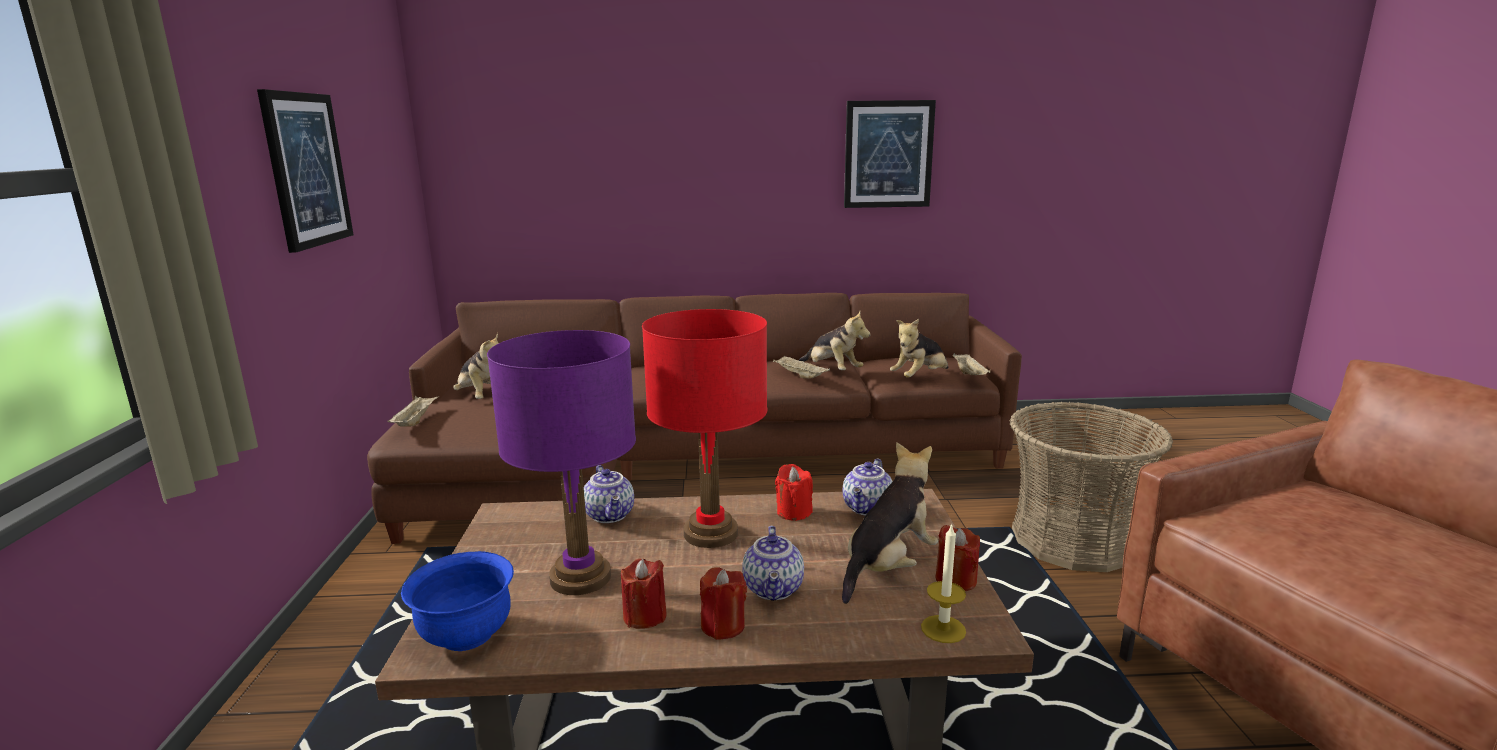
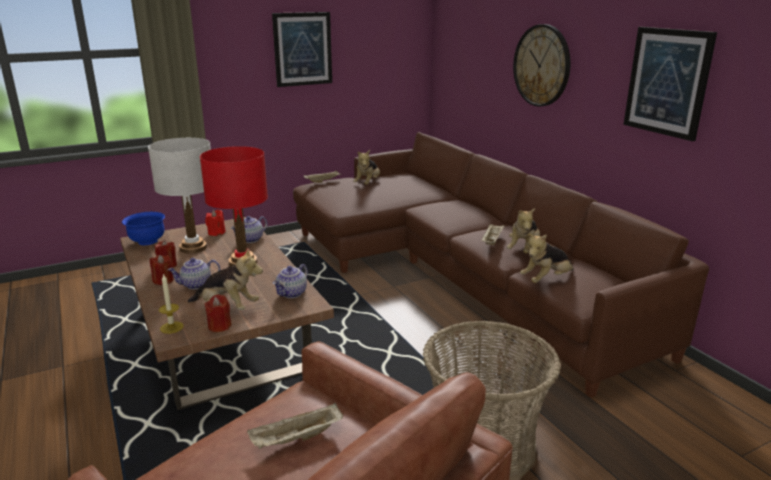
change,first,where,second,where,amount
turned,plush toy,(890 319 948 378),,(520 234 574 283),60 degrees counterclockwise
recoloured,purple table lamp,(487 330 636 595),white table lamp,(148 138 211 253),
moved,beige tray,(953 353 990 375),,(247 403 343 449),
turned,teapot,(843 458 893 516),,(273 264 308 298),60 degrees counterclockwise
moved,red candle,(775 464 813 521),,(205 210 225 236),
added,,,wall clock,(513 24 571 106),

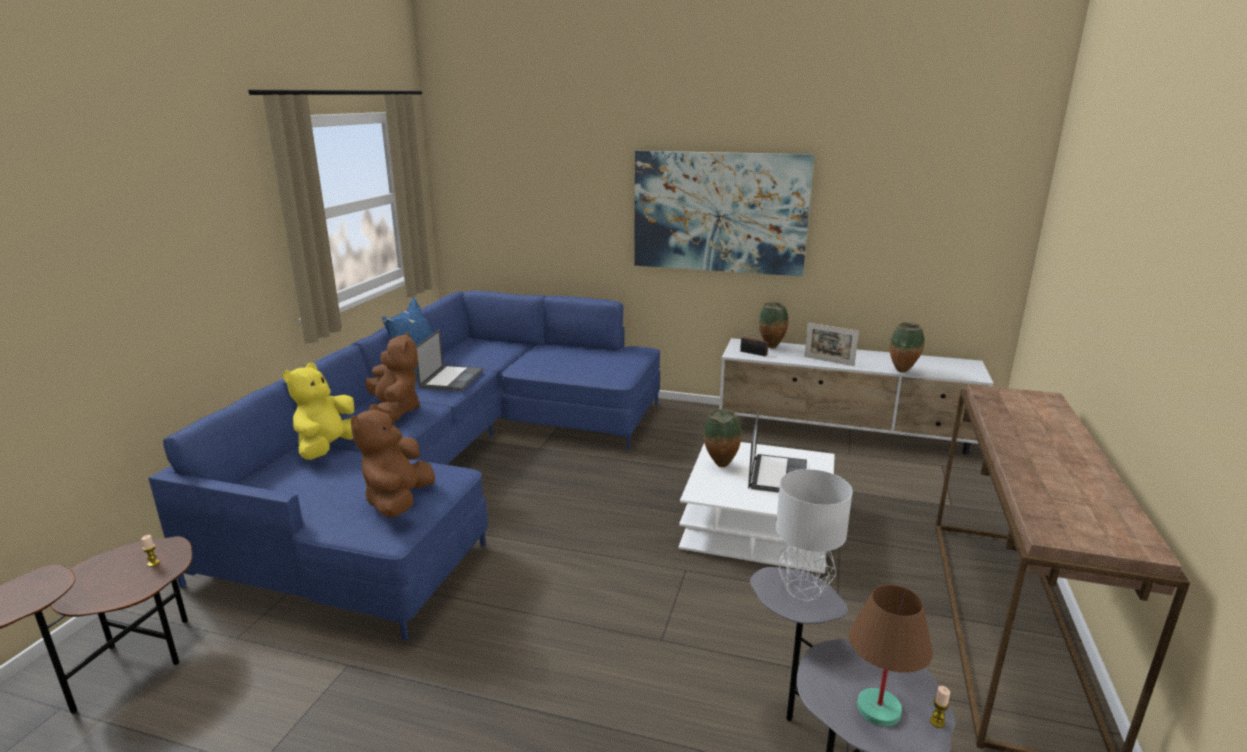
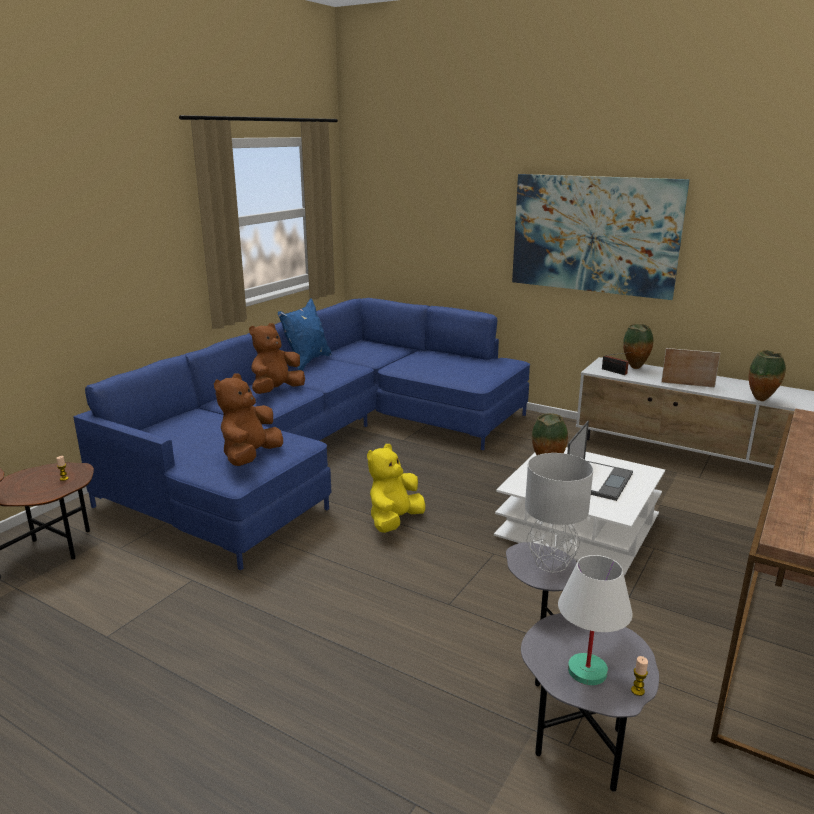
change,first,where,second,where,amount
turned,picture frame,(804 323 859 366),,(661 348 720 387),150 degrees clockwise
removed,laptop,(416 329 483 391),,,
turned,brown plush toy,(366 331 420 422),,(249 323 305 394),135 degrees counterclockwise
moved,yellow plush toy,(283 363 354 460),,(367 444 425 533),
recoloured,brown table lamp,(849 584 933 726),white table lamp,(558 555 633 685),

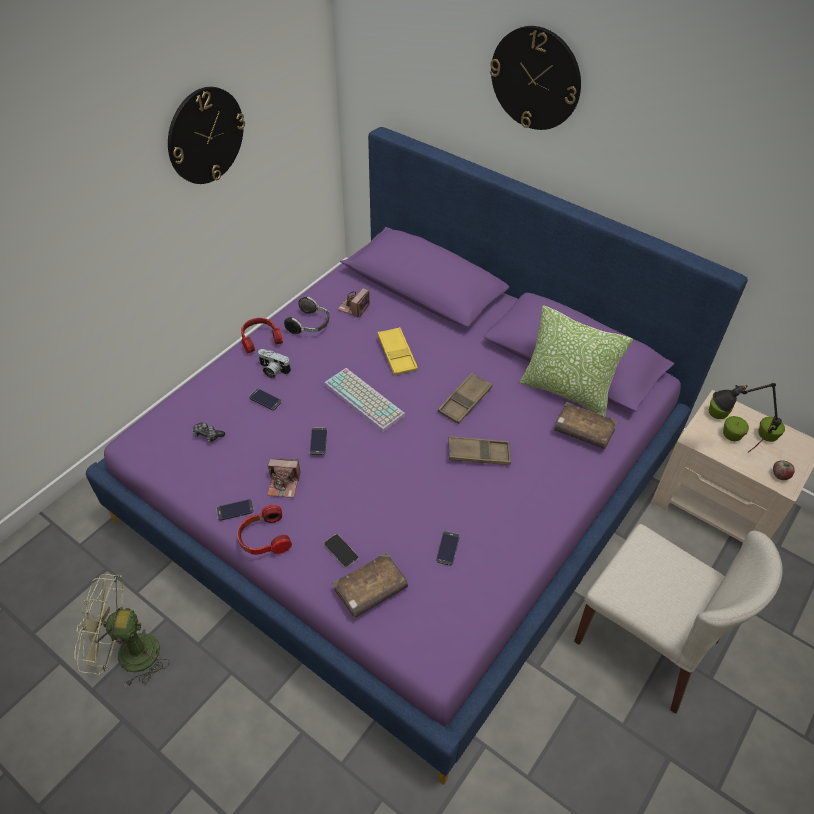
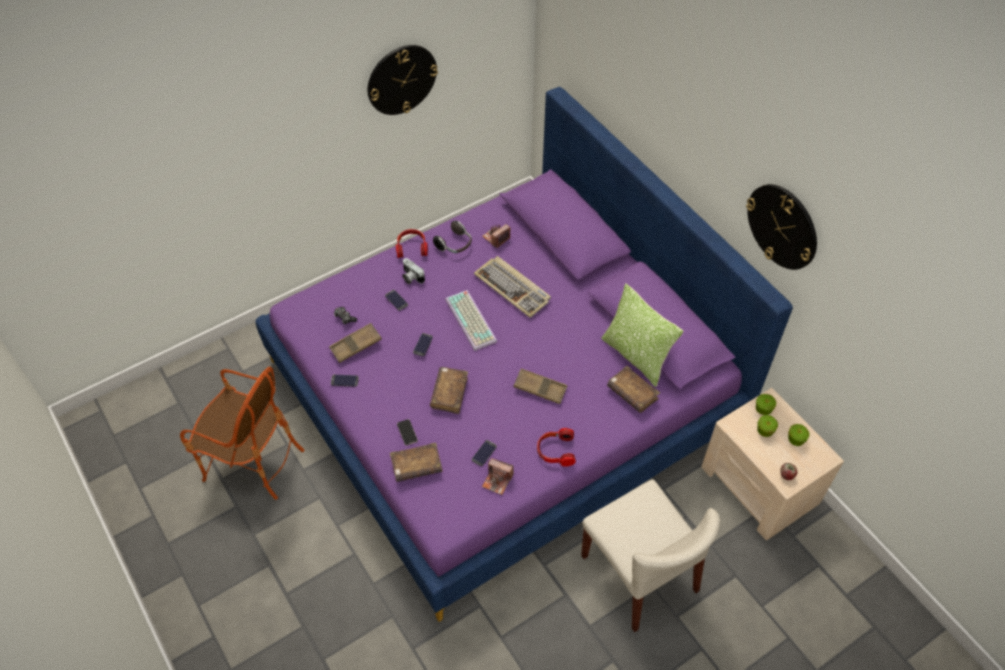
change,first,where,second,where,amount
moved,wall clock,(490 26 581 130),,(746 184 817 270),
replaced,yellow tray,(377 327 418 375),keyboard,(474 256 551 318),
moved,brown tray,(438 373 493 424),,(329 323 382 363),
removed,black table lamp,(713 383 782 453),,,
moved,photo camera,(267 459 300 498),,(482 458 514 495),
moved,headphones,(237 505 292 555),,(537 428 576 467),
replaced,green fan,(74 574 170 688),armchair,(180 366 305 500),
added,,,brown book,(430 367 468 414),

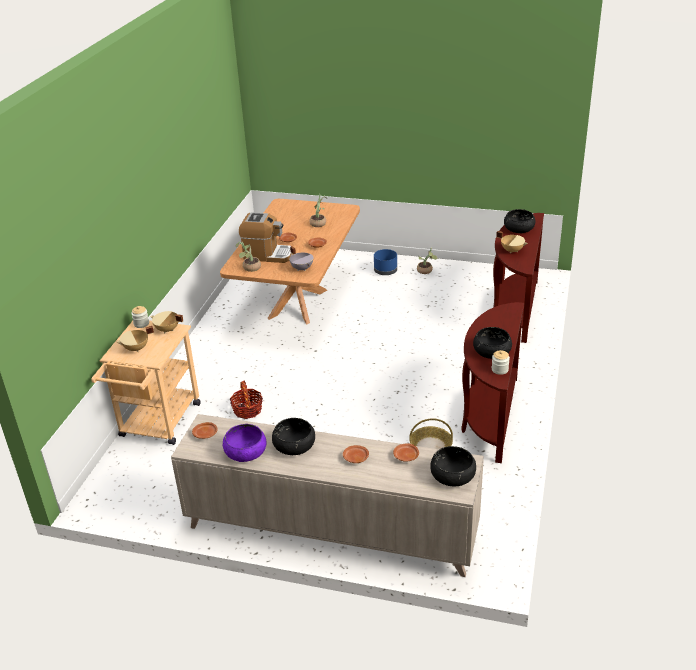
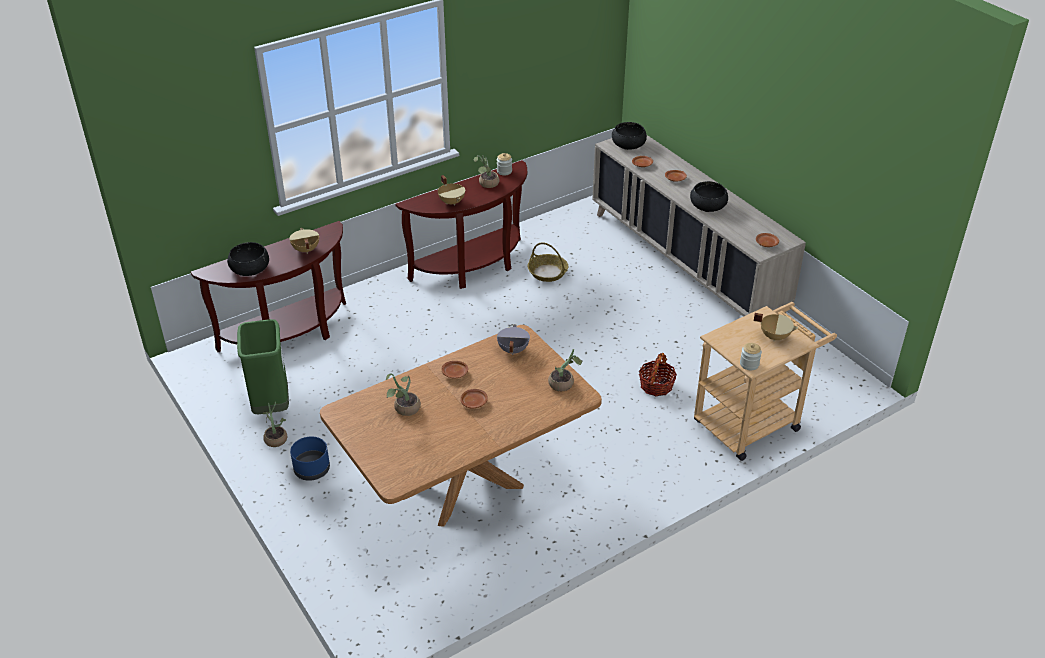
change,first,where,second,where,amount
removed,coffee machine,(239 213 293 263),,,
moved,beige cooking pot,(150 311 183 333),,(438 175 465 206),
replaced,black bowl,(473 327 512 359),potted plant,(474 155 499 188),
removed,purple bowl,(223 424 267 462),,,
added,,,green trash can,(237 319 289 414),

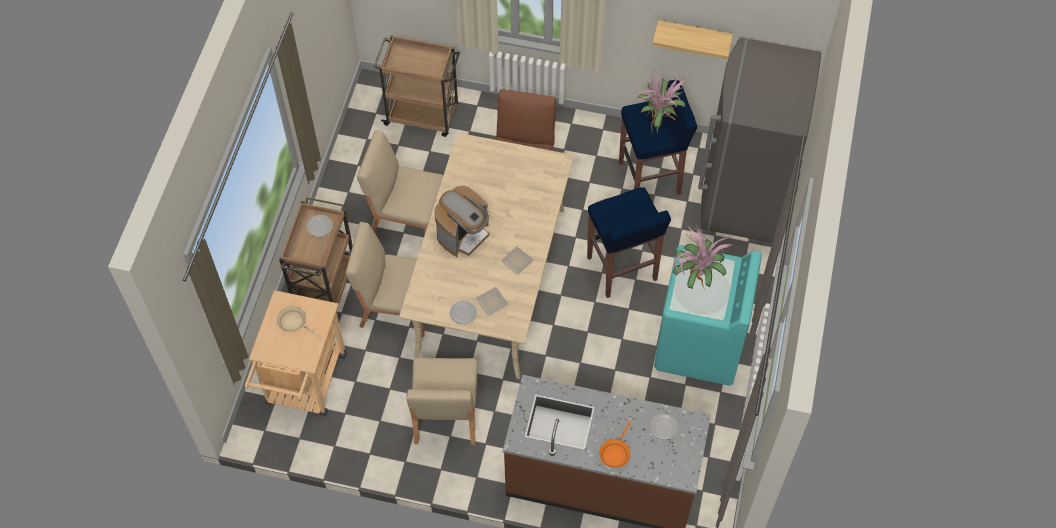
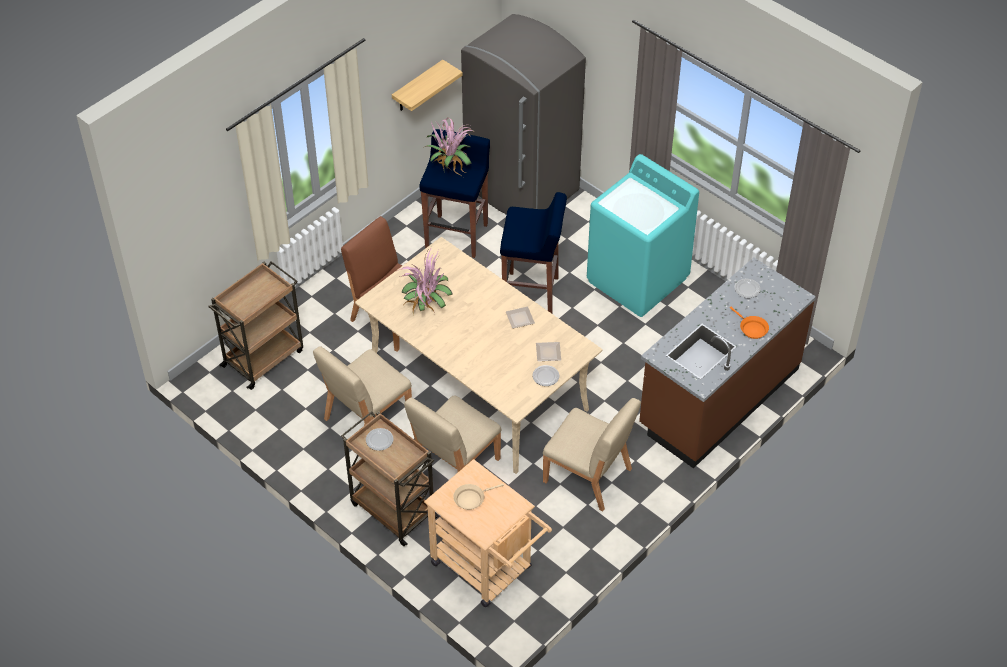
change,first,where,second,where,amount
removed,coffee machine,(434 186 489 257),,,
moved,potted plant,(672 226 732 290),,(397 247 453 315),

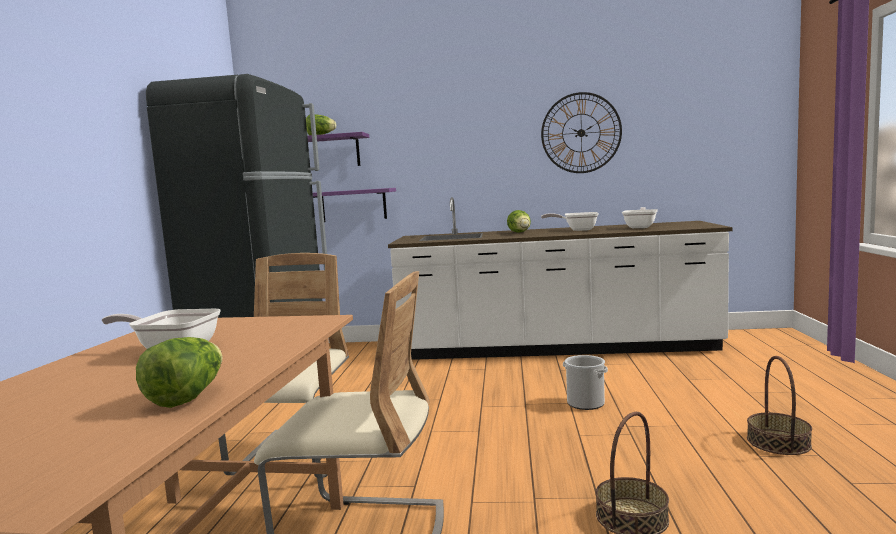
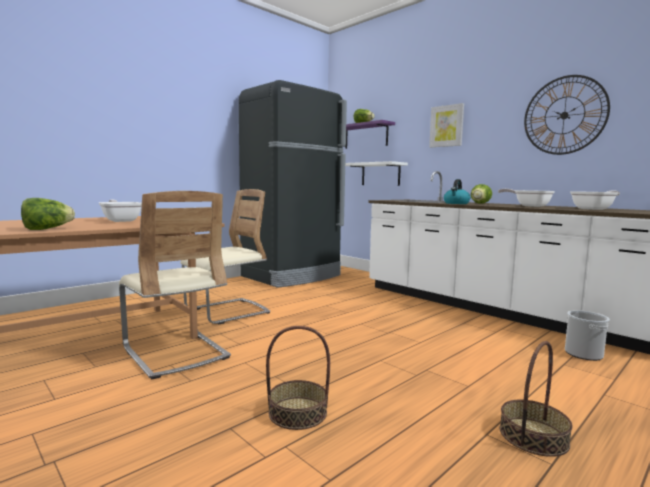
change,first,where,second,where,amount
recoloured,purple shelf,(313 188 396 222),white shelf,(345 161 408 186),
moved,bucket,(563 355 608 410),,(565 310 610 361),
added,,,picture,(429 103 464 147),
added,,,kettle,(444 179 470 204),

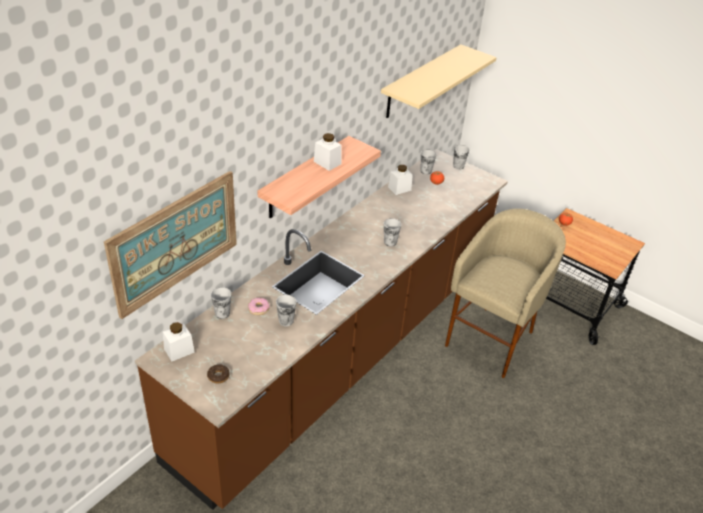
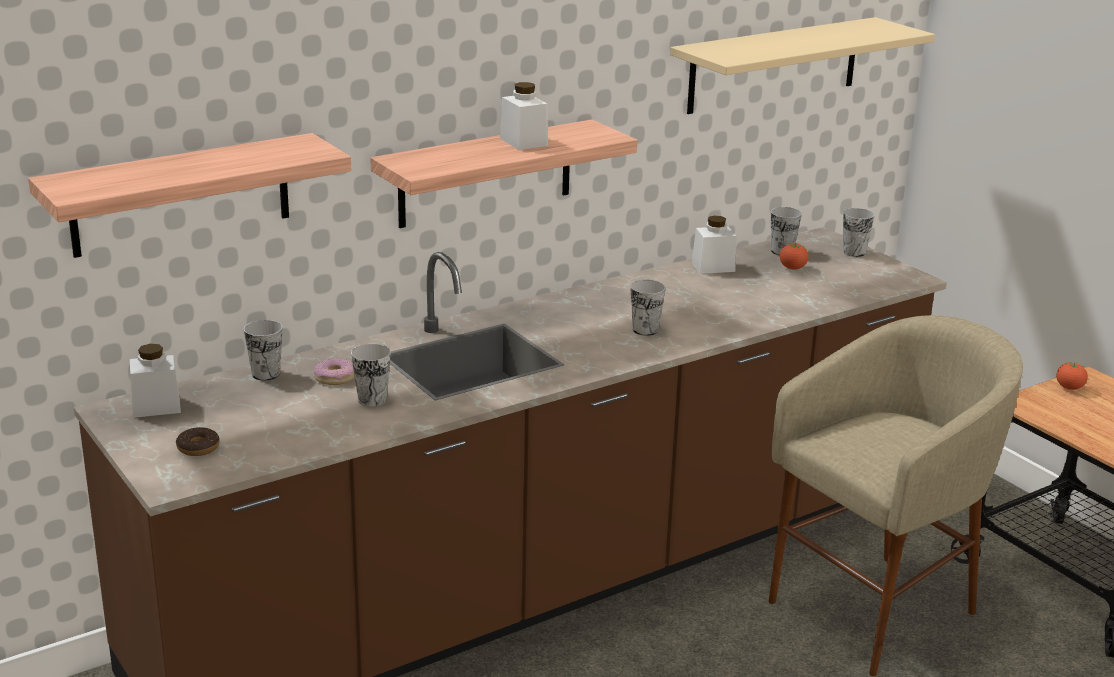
change,first,where,second,where,amount
replaced,picture,(104 171 237 319),shelf,(28 133 351 258),

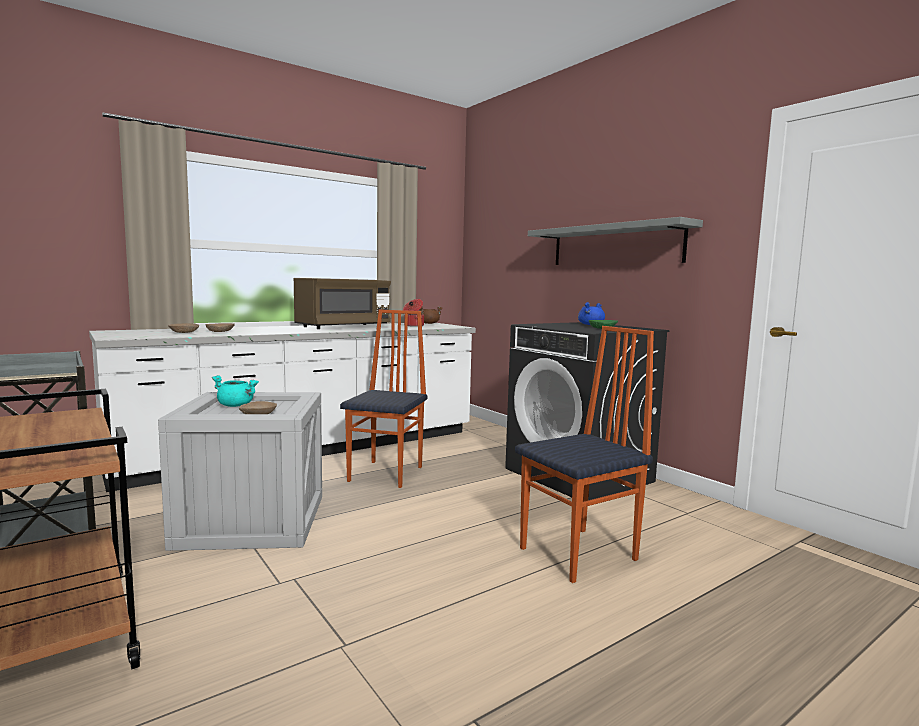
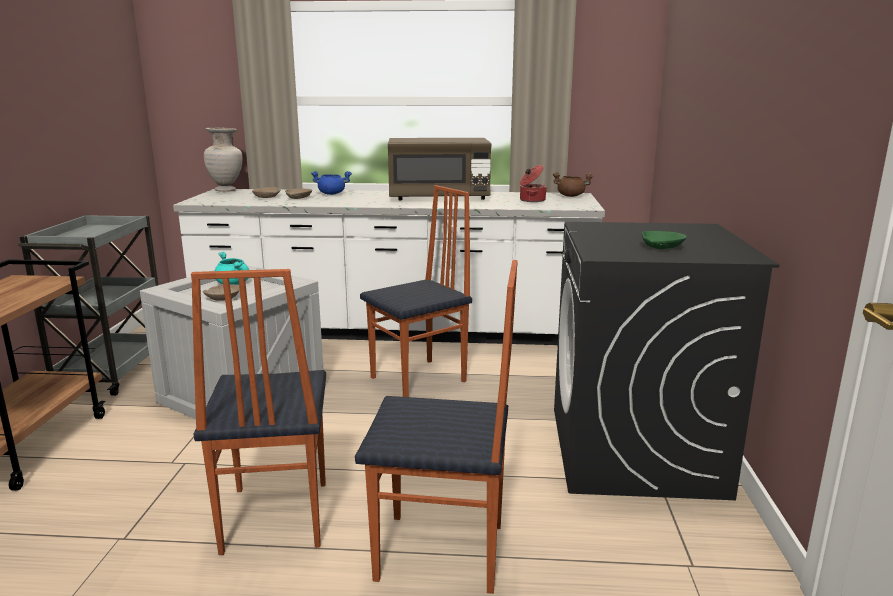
change,first,where,second,where,amount
removed,grey shelf,(528 217 703 265),,,
moved,blue cooking pot,(578 302 605 325),,(311 171 352 195),
added,,,beige vase,(204 127 242 192),
added,,,chair,(191 269 326 555),

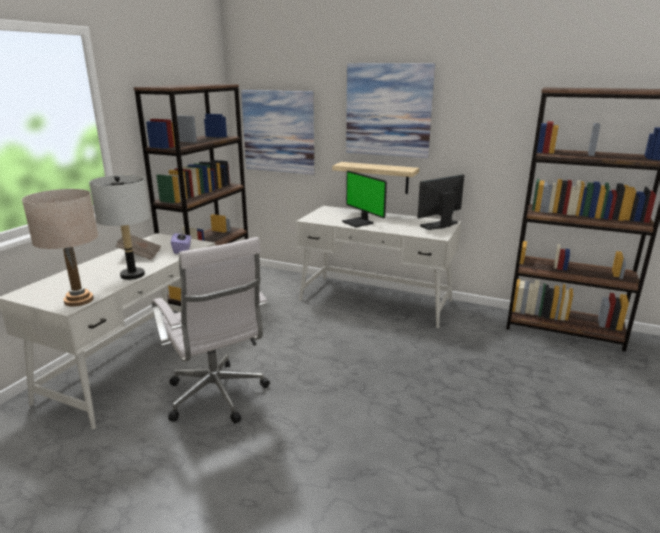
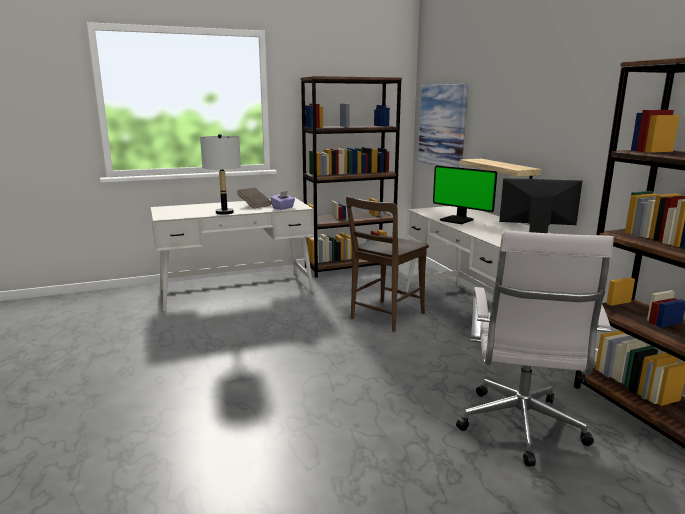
change,first,where,second,where,amount
removed,picture,(346 63 435 158),,,
turned,monitor,(342 171 387 228),,(433 165 497 224),60 degrees counterclockwise
removed,beige table lamp,(22 189 98 307),,,
moved,white office chair,(152 237 270 424),,(456 230 614 466),
added,,,brown chair,(346 196 429 332),

